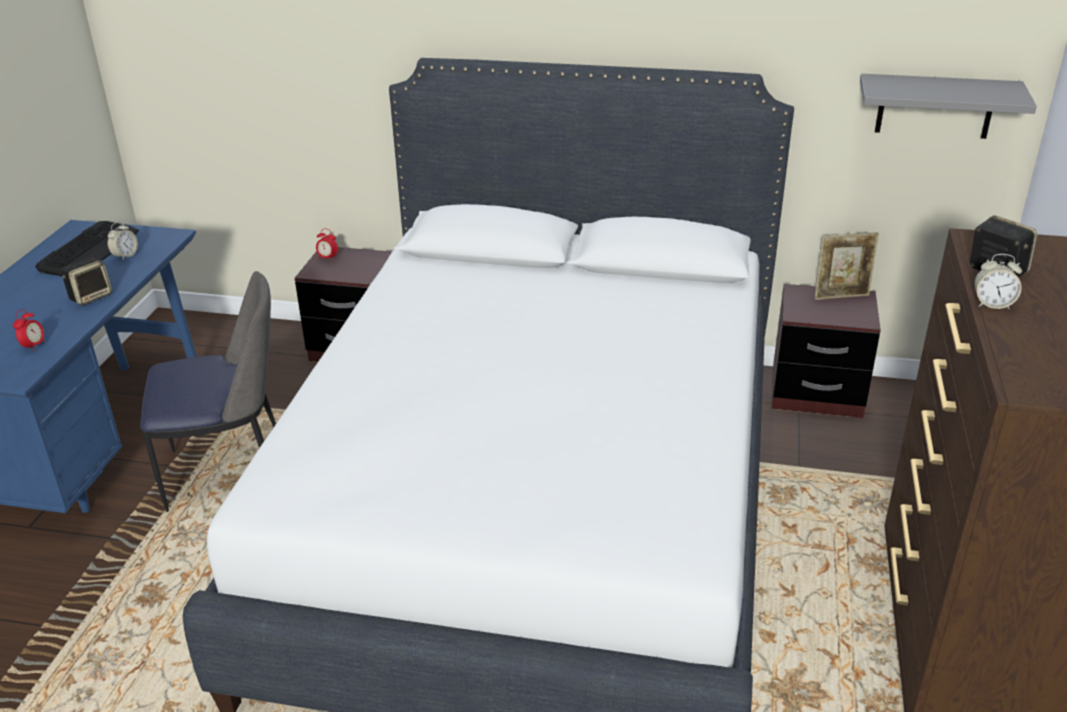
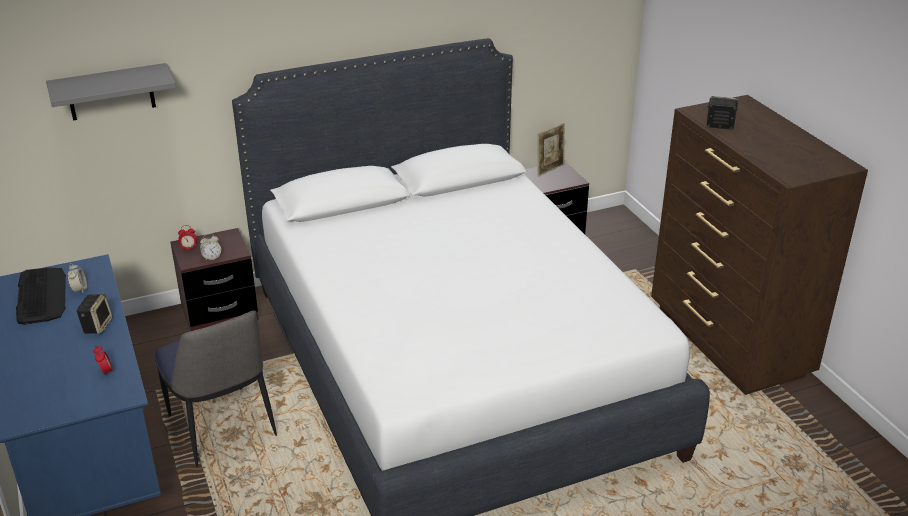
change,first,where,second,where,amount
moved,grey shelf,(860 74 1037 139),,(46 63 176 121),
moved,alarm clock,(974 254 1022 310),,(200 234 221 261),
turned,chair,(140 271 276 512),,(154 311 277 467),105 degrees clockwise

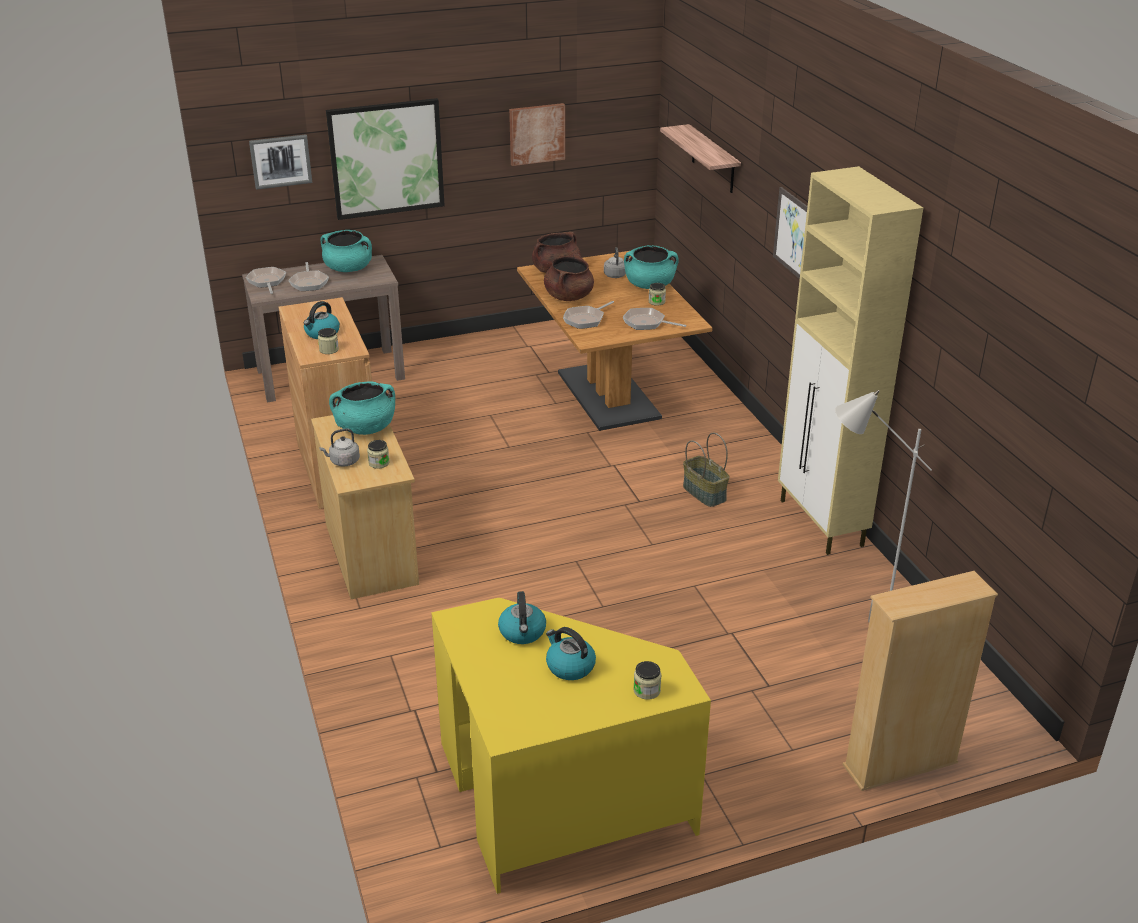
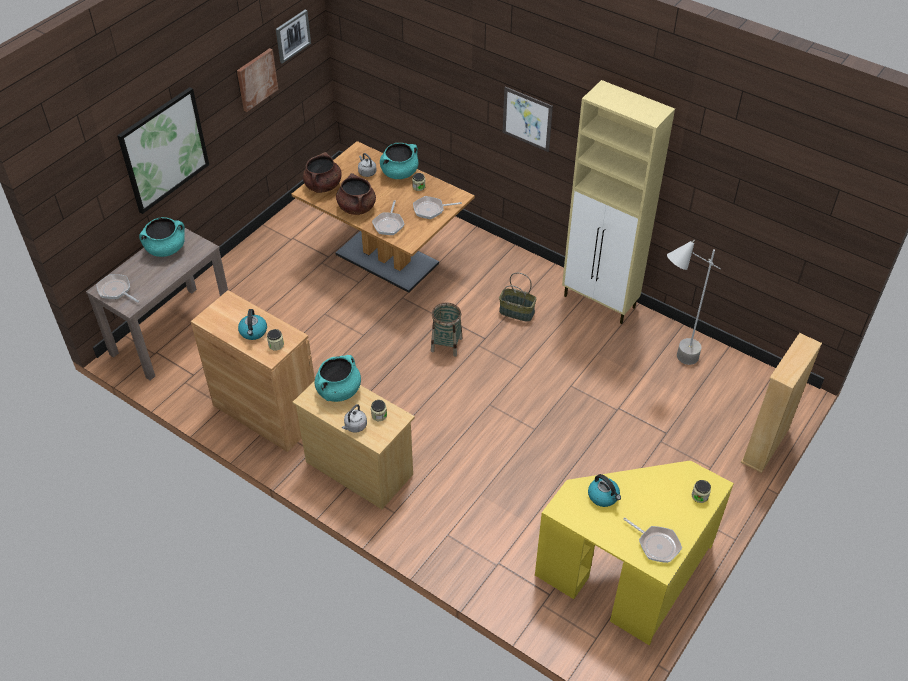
change,first,where,second,where,amount
removed,shelf,(660 124 741 193),,,
moved,picture,(249 134 312 190),,(276 9 311 64),
moved,frying pan,(288 262 329 291),,(623 517 682 563),
removed,kettle,(546 627 596 680),,,
added,,,basket,(431 302 463 357),

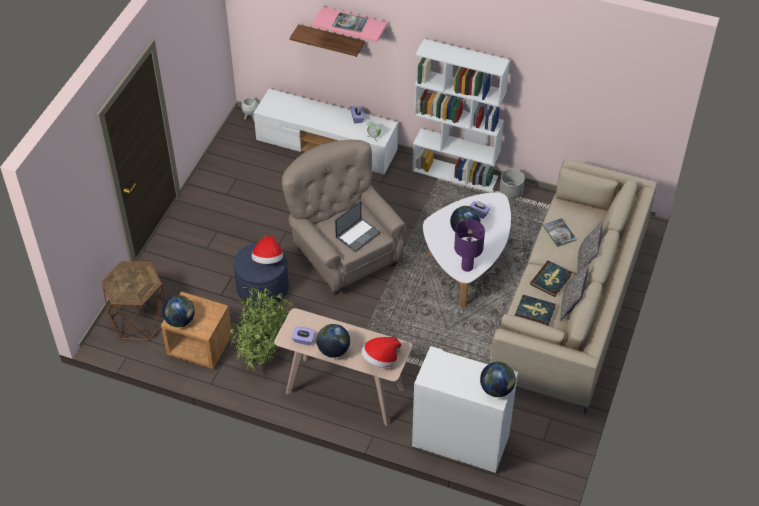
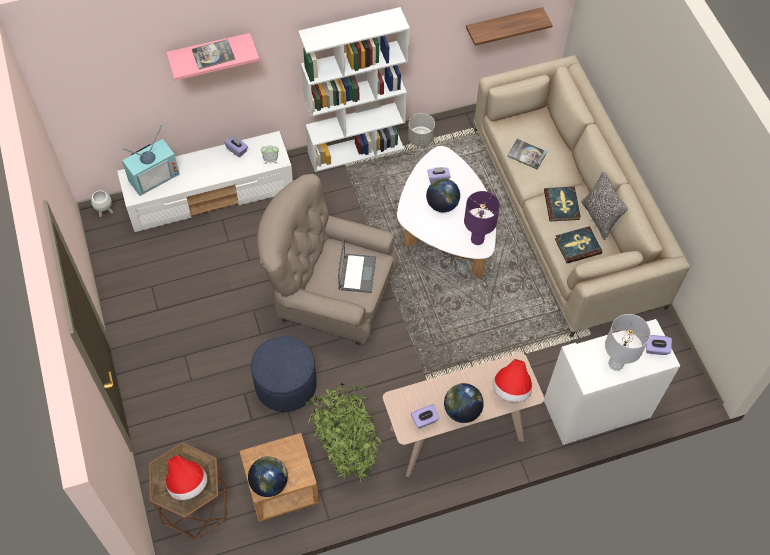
change,first,where,second,where,amount
moved,shelf,(290 24 365 57),,(466 7 553 46),
removed,pillow,(577 221 602 274),,,
moved,hat,(252 236 283 264),,(166 455 207 500),
replaced,globe,(480 362 516 397),purple tissue box,(646 335 672 355),
added,,,television,(122 125 180 196),
added,,,grey table lamp,(605 314 651 371),

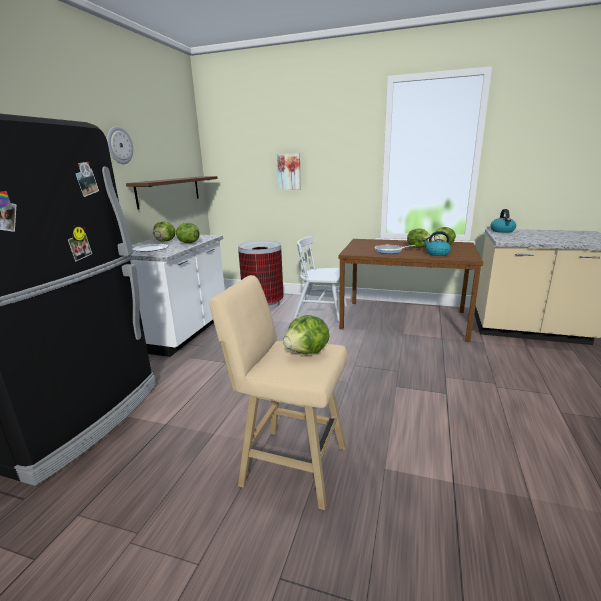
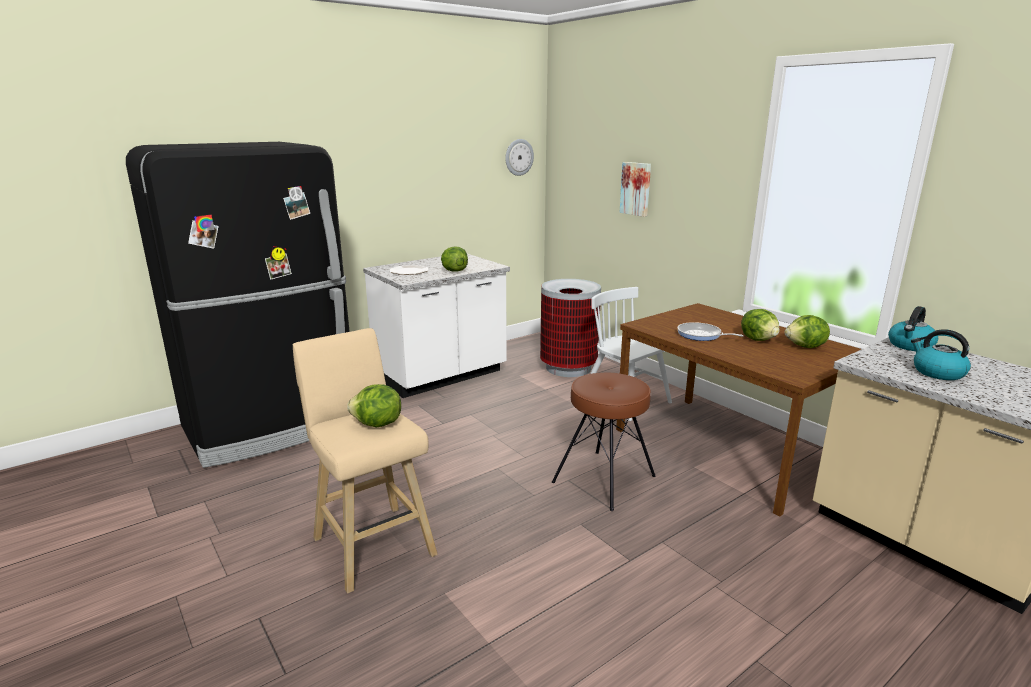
change,first,where,second,where,amount
moved,wall clock,(107 126 133 164),,(505 139 534 176),
removed,brown shelf,(126 176 218 210),,,
removed,lettuce,(153 222 175 242),,,
moved,kettle,(423 231 451 256),,(911 329 971 380),
added,,,brown stool,(552 373 656 511),

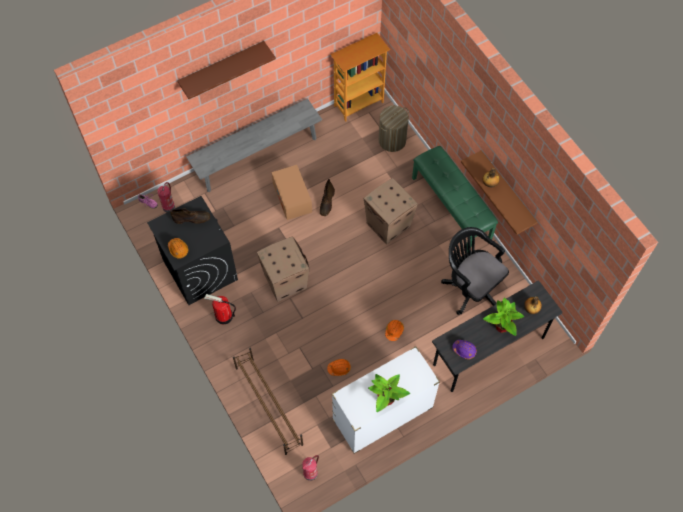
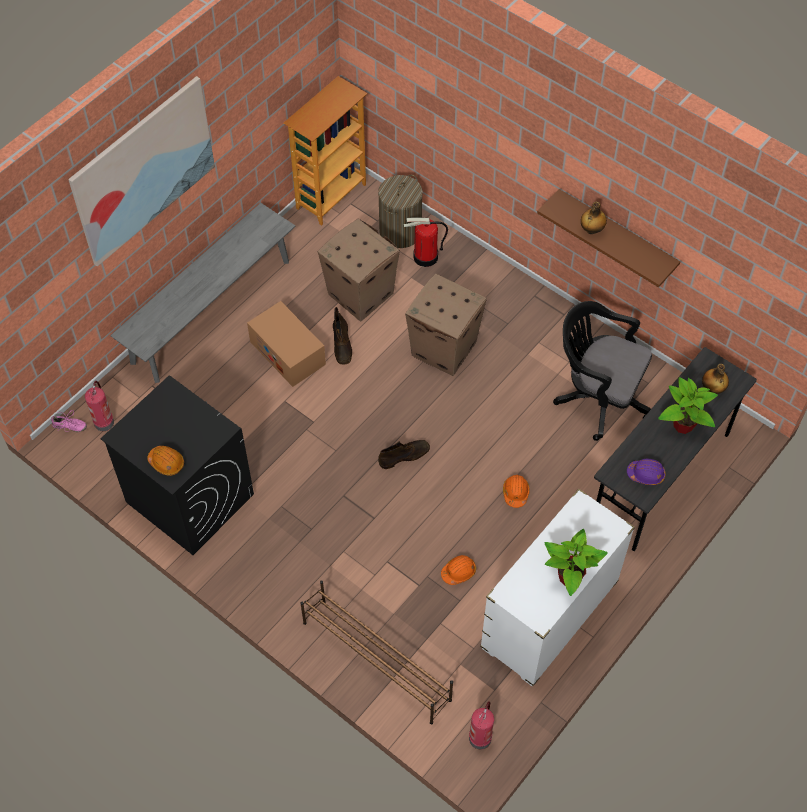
change,first,where,second,where,amount
replaced,brown shelf,(177 41 276 99),picture,(68 76 215 267),
removed,green bench,(412 146 498 251),,,
moved,brown boot,(170 208 210 224),,(378 440 430 469),
moved,cardboard box,(257 237 309 302),,(318 219 400 321),
moved,fire extinguisher,(204 294 236 324),,(404 217 448 267),

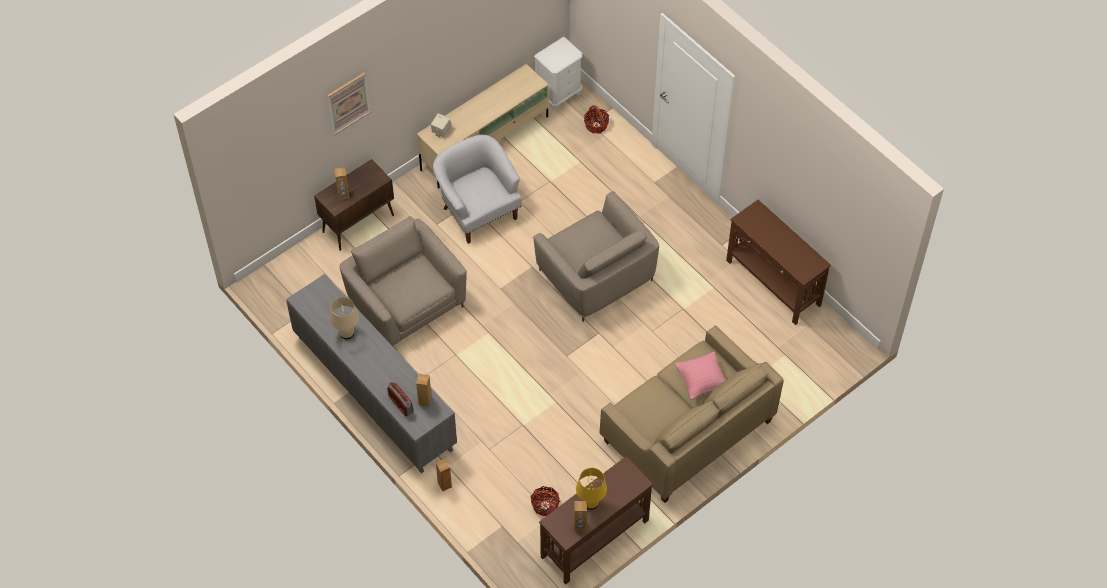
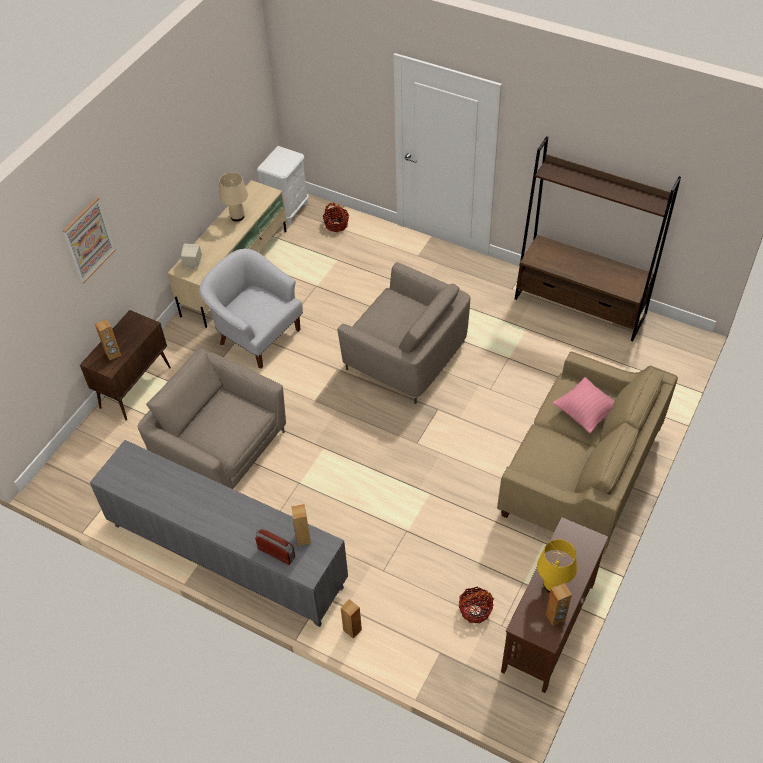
change,first,where,second,where,amount
replaced,brown console table,(726 200 831 325),brown bookcase,(515 136 681 341),
moved,beige table lamp,(330 297 359 339),,(219 172 248 222),

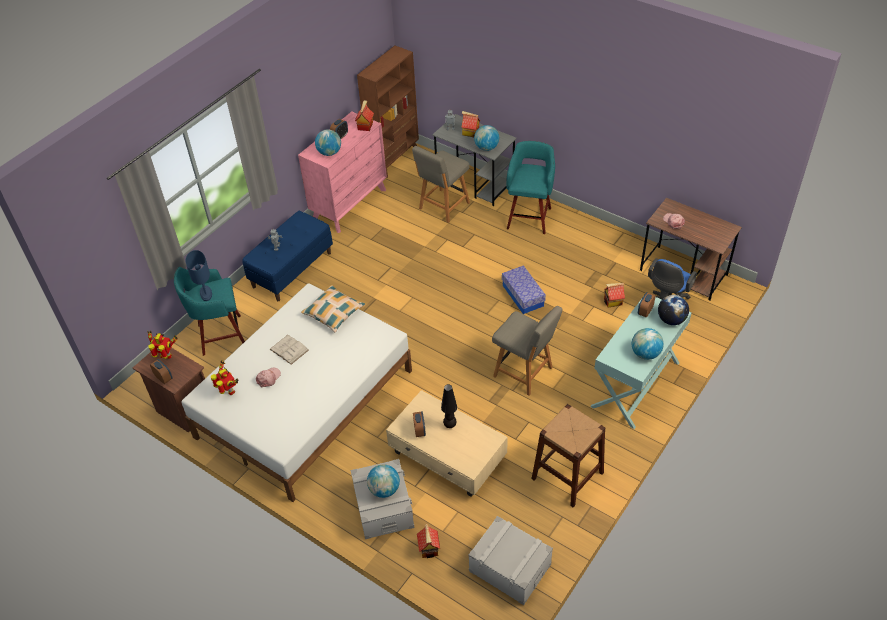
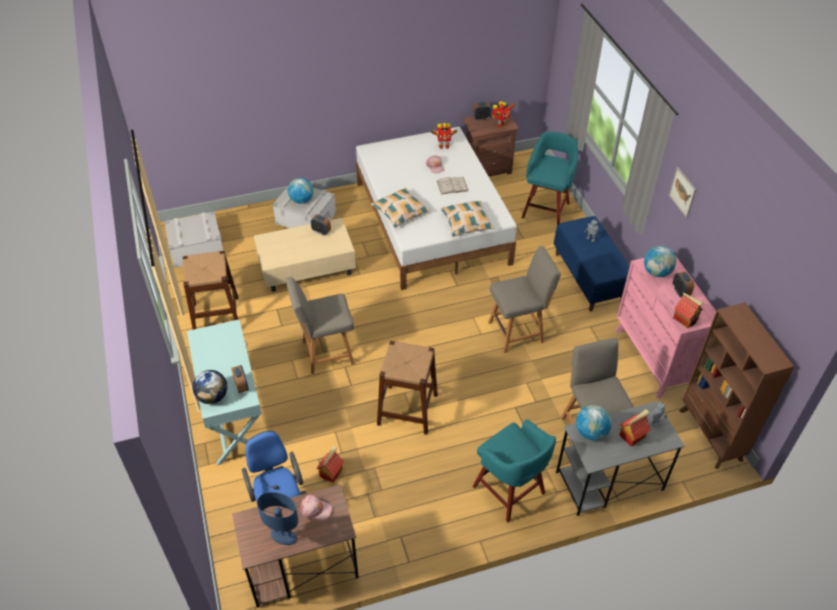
change,first,where,second,where,amount
moved,blue table lamp,(186 250 212 301),,(257 492 298 545),
replaced,storage box,(502 265 546 314),brown stool,(377 341 438 435),
removed,globe,(632 328 664 360),,,
removed,black table lamp,(441 384 457 428),,,
removed,toy house,(417 523 440 558),,,
added,,,picture,(669 167 697 218),
added,,,pillow,(371 188 430 228),
added,,,grey chair,(488 246 561 353),

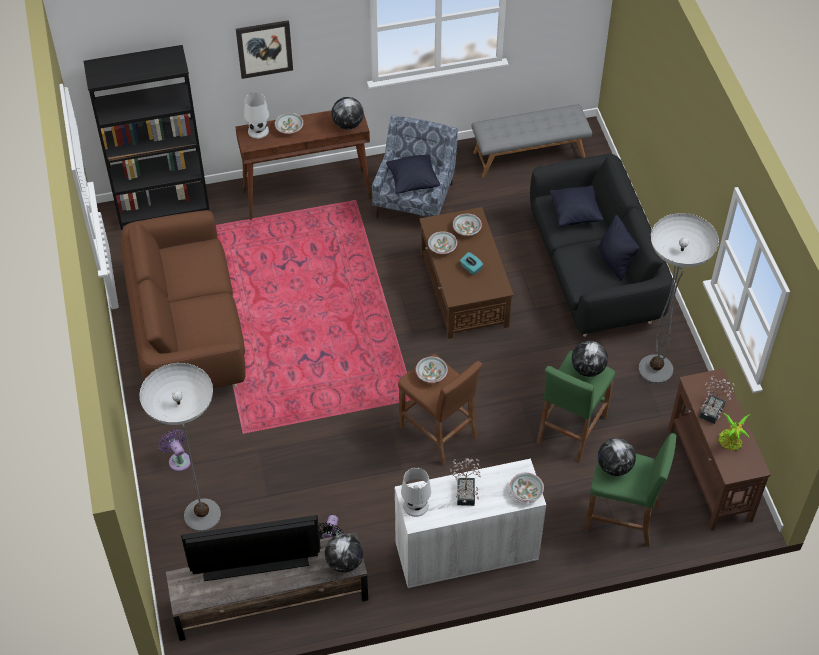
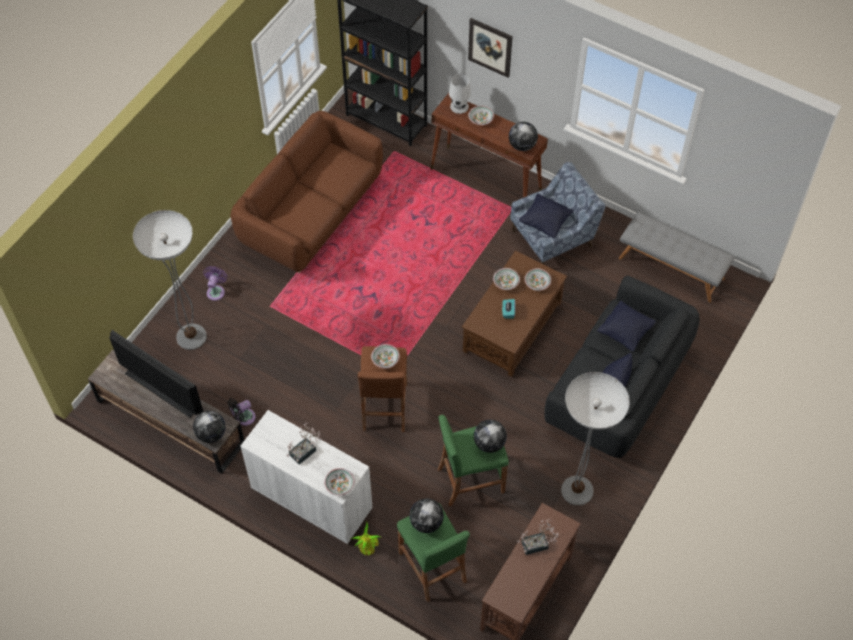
change,first,where,second,where,amount
moved,potted plant,(718 413 750 451),,(351 522 381 556),
removed,white table lamp,(401 468 431 517),,,

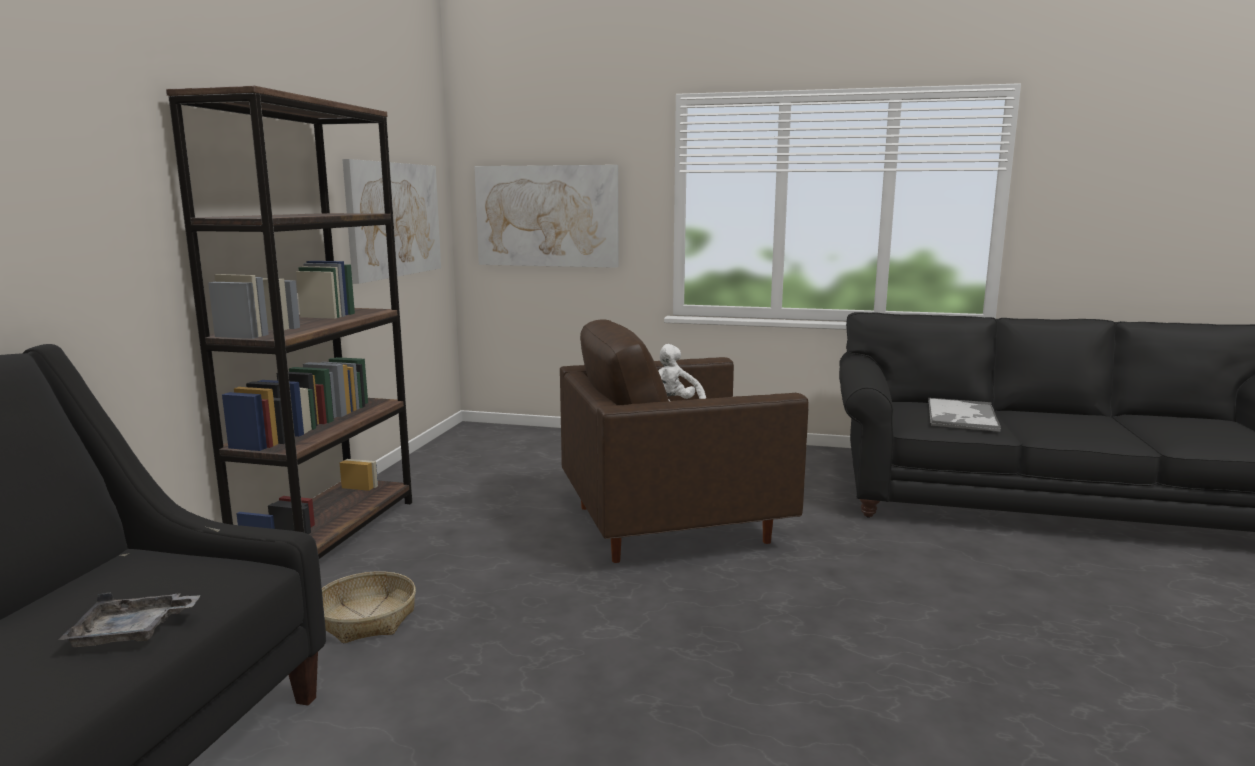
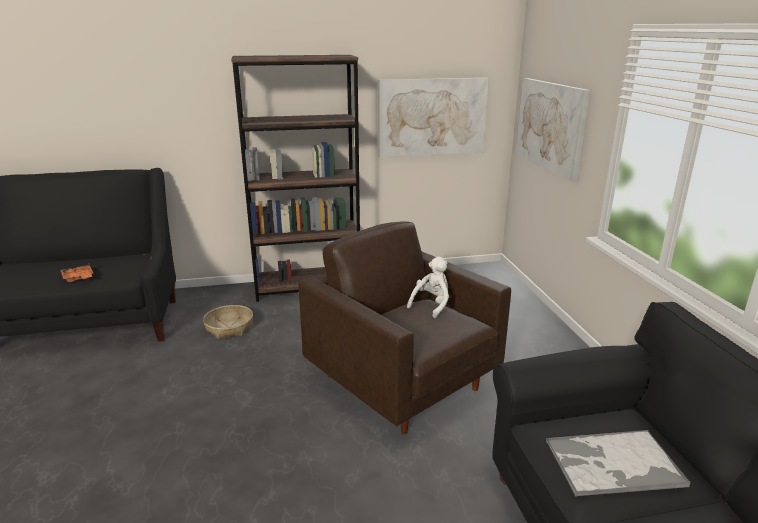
change,first,where,second,where,amount
recoloured,grey tray,(58 592 201 647),orange tray,(60 264 93 282),

